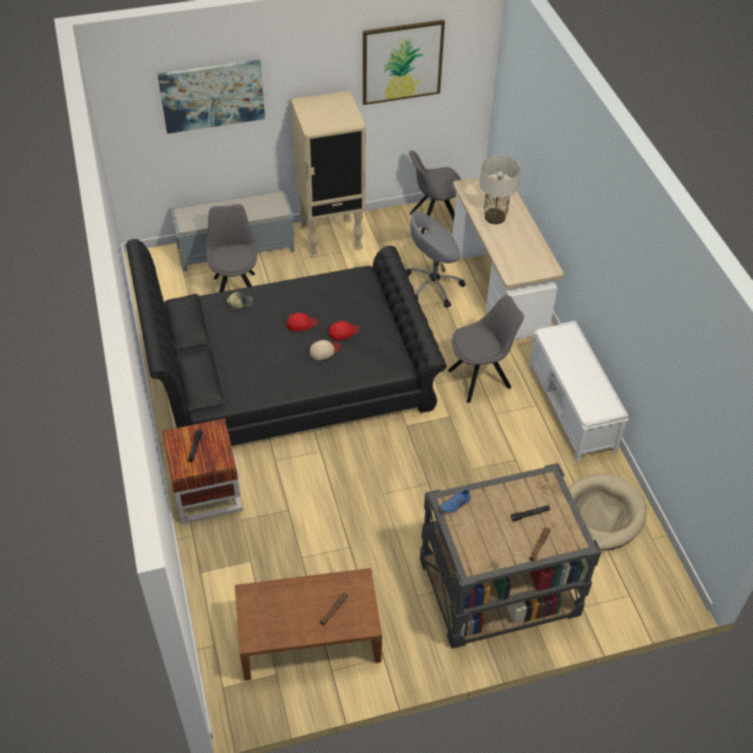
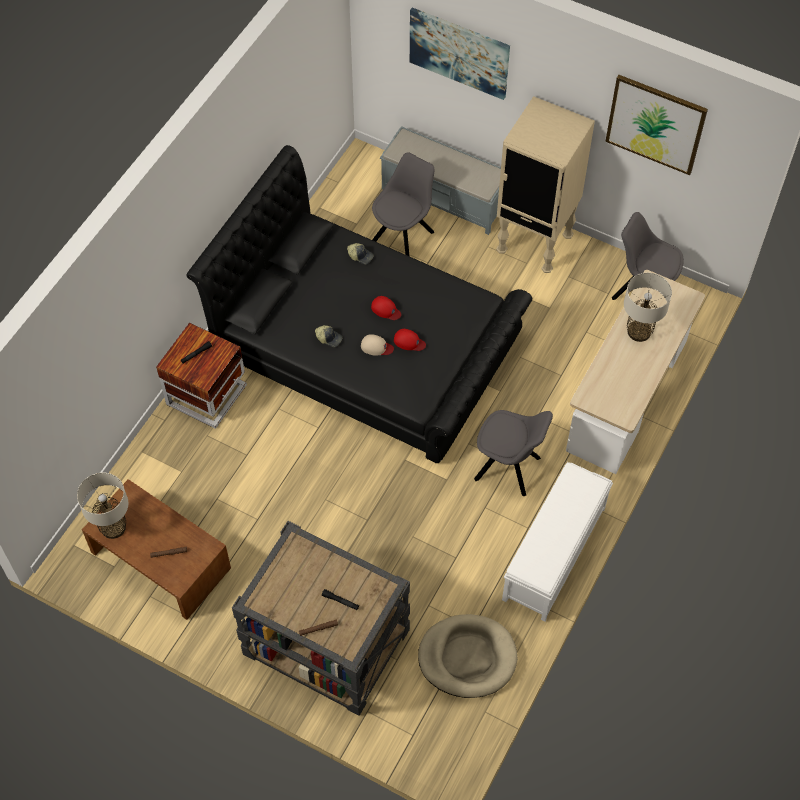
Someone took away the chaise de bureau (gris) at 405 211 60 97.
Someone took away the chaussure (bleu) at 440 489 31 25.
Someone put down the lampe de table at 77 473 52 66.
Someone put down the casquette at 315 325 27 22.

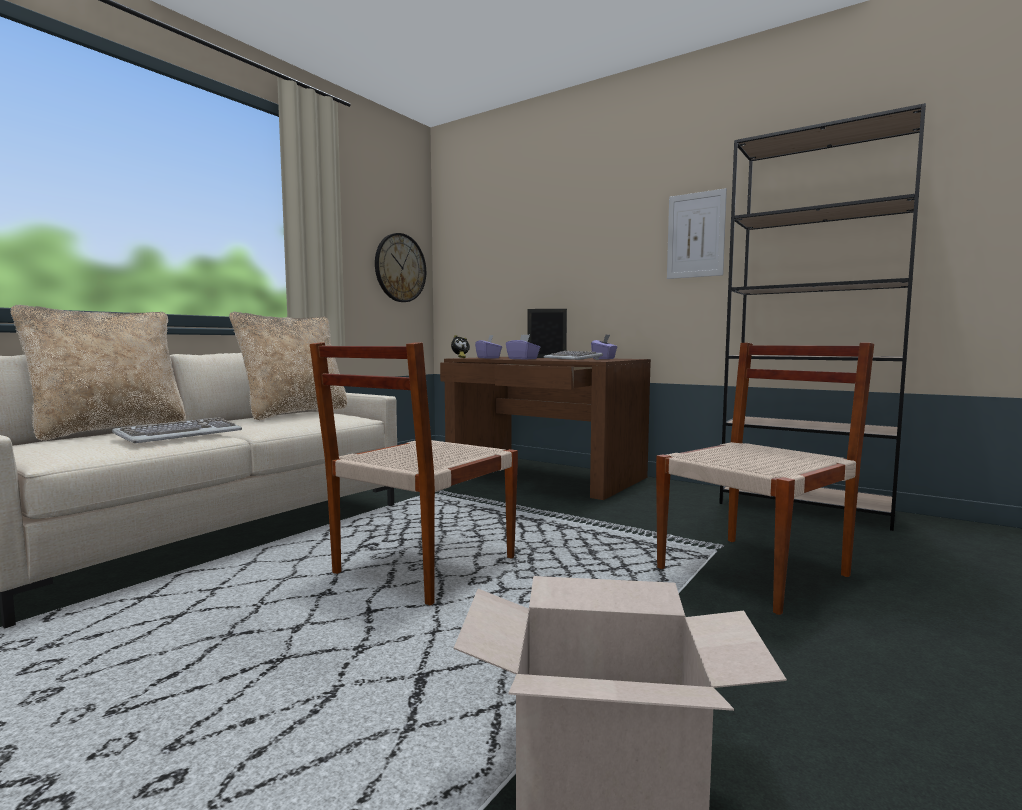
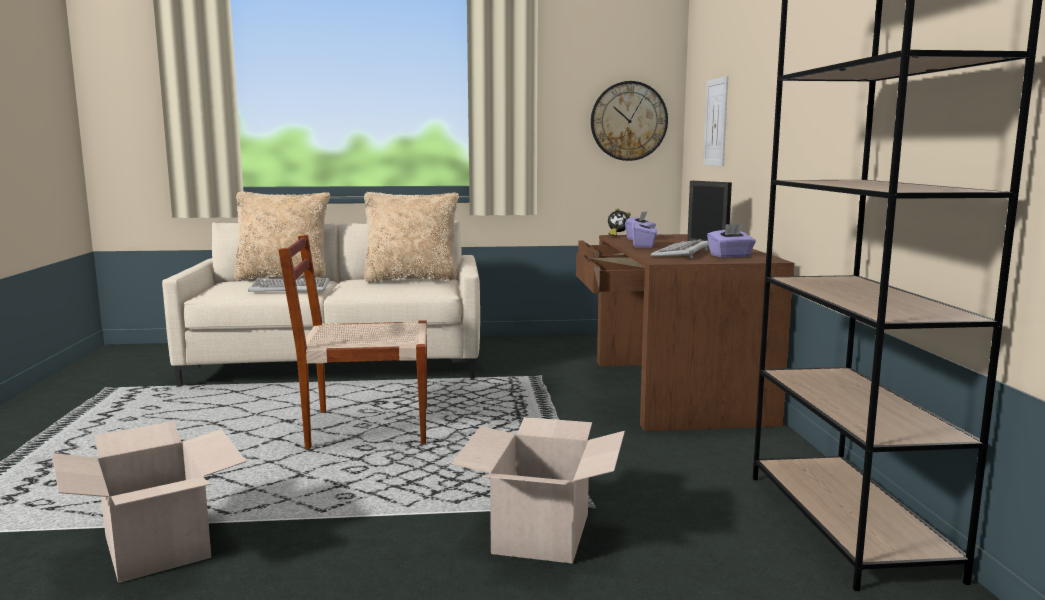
Someone swapped the chaise at 656 343 218 272 for the carton at 451 417 174 147.
Someone carried the tableau from 667 188 60 91 to 703 76 25 91.

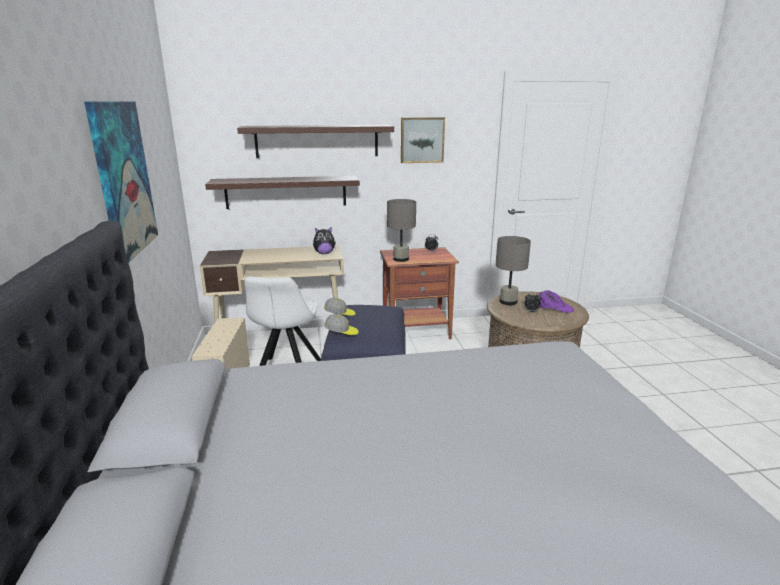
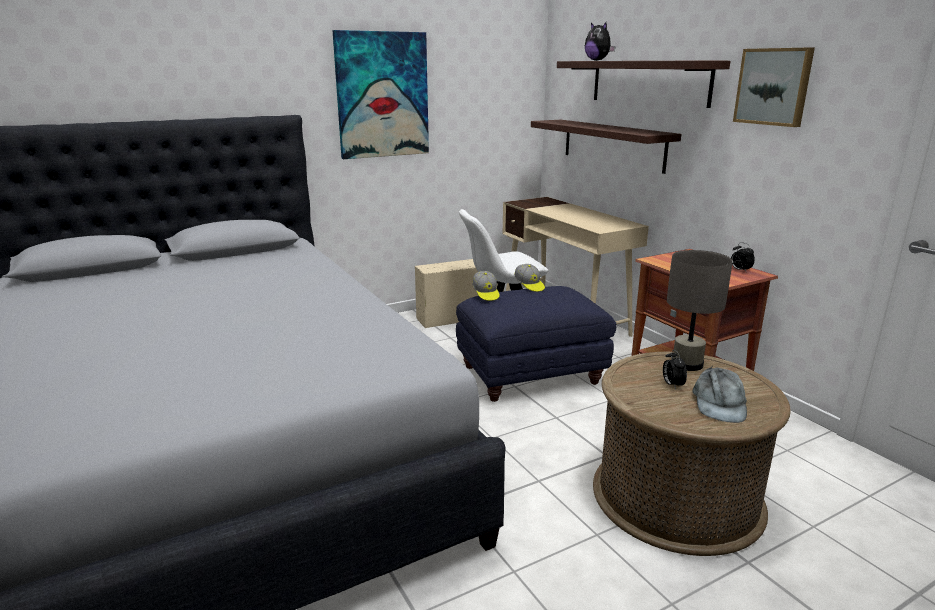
Someone carried the peluche from 313 227 23 27 to 585 22 31 39.
Someone took away the lampe de table (gris) at 387 199 29 63.
Someone repainted the casquette (violet) at 539 290 35 23, which became the casquette (gris) at 692 367 55 56.

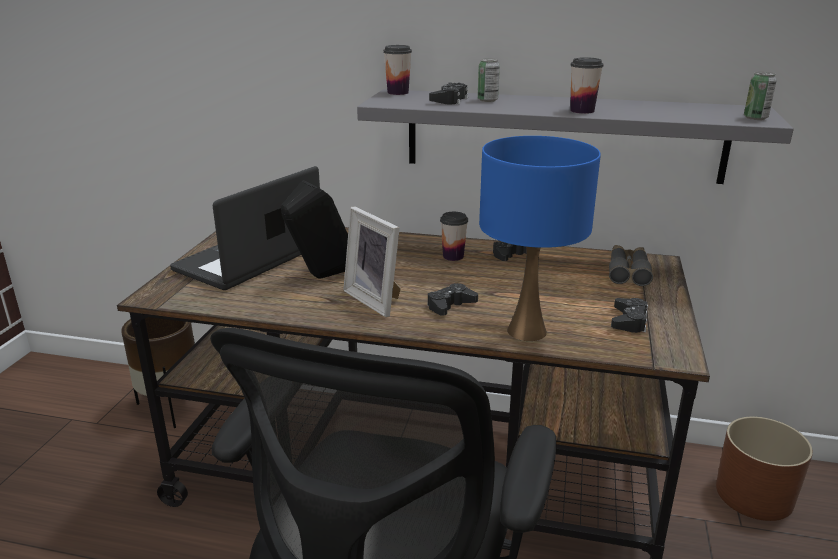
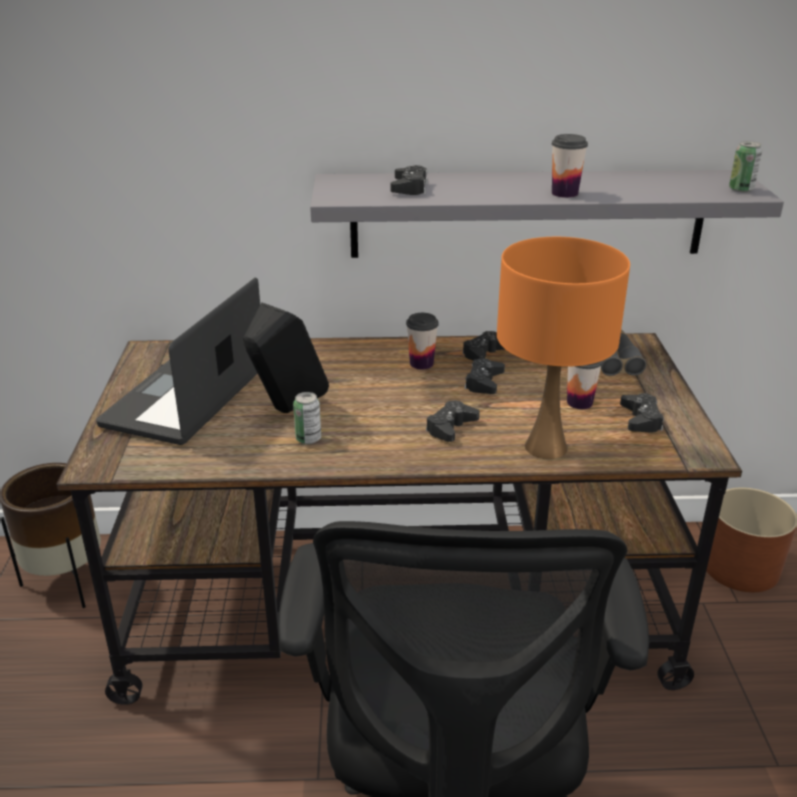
Someone took away the cadre photo at 343 207 58 110.
Someone carried the tasse from 383 45 29 50 to 567 361 36 48.
Someone carried the boîte métallique from 477 58 23 44 to 293 392 28 52.
Someone repainted the lampe de table (bleu) at 479 136 122 205, which became the lampe de table (orange) at 497 237 133 222.
Someone put down the manette (noir) at 464 358 41 36.

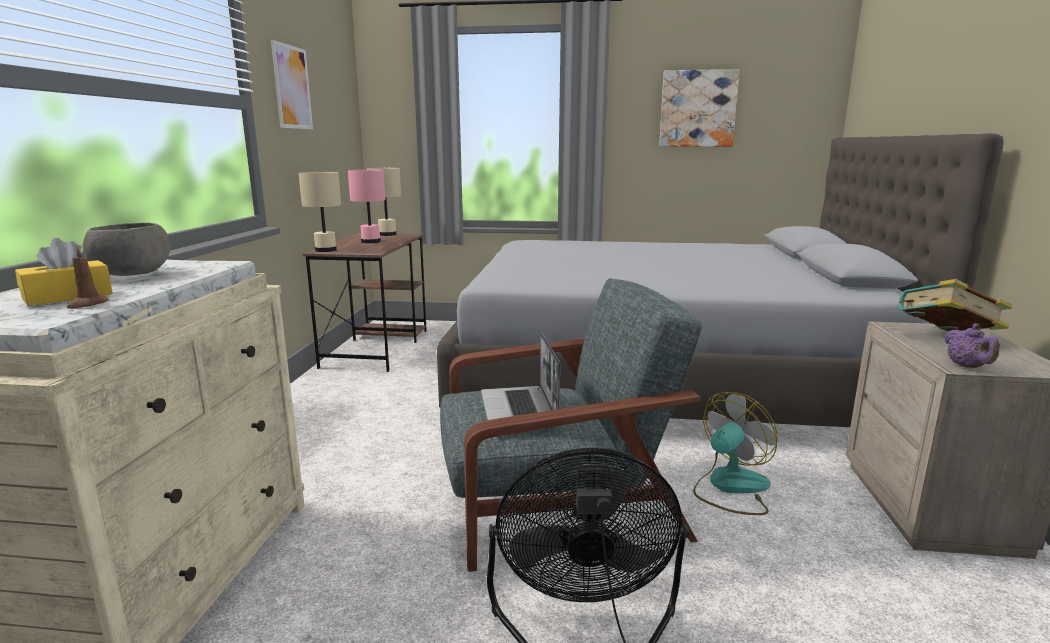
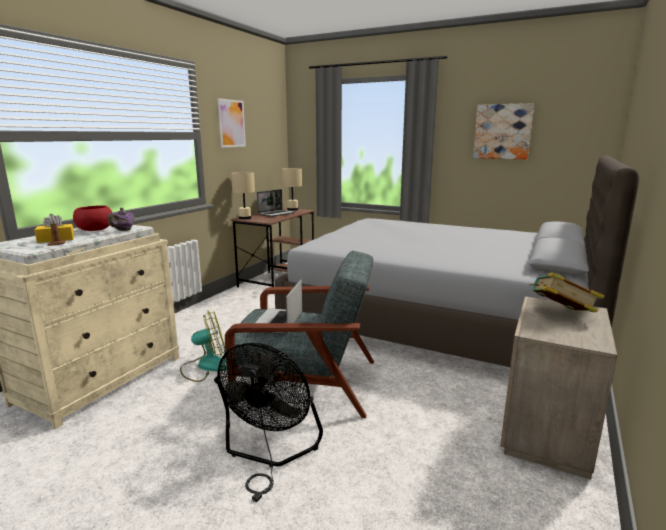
Someone repainted the bol (gris) at 82 222 88 54, which became the bol (rouge) at 73 205 39 26.
Someone swapped the lampe de table (rose) at 348 169 38 74 for the ordinateur portable at 257 189 38 28.
Someone carried the ventilateur from 693 392 84 123 to 180 311 47 71.
Someone carried the théière (violet) from 944 323 56 45 to 108 208 27 23.

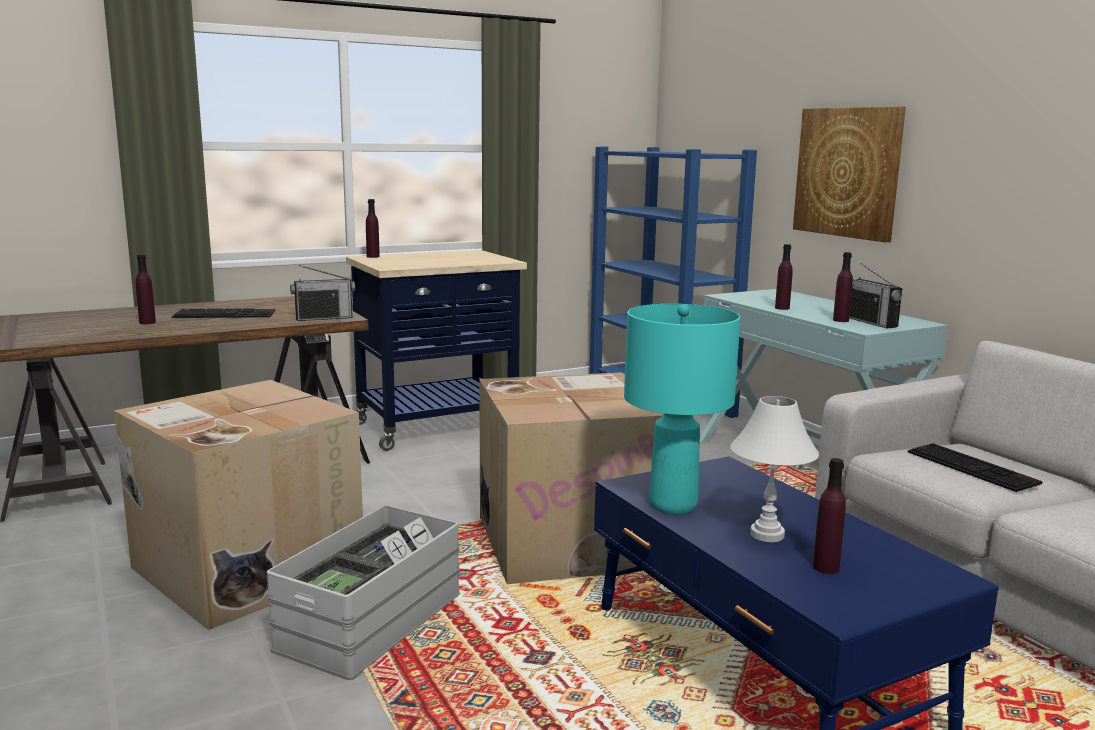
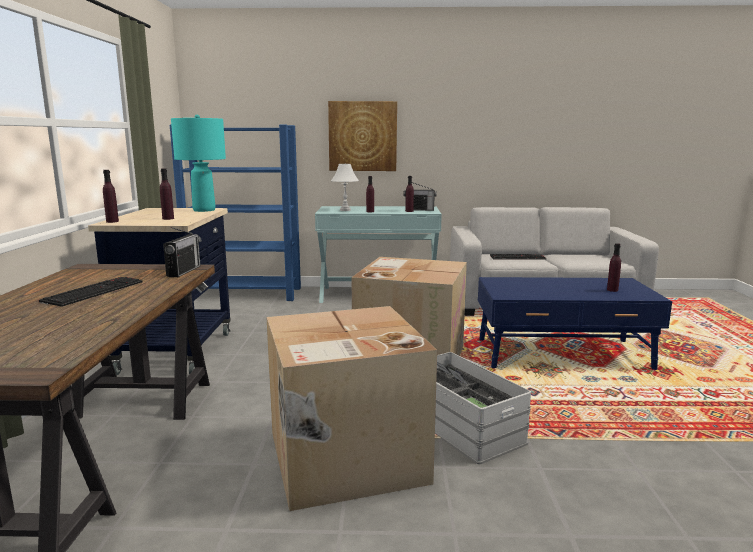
Someone carried the bouteille (violet) from 136 254 20 70 to 160 168 14 52.
Someone carried the lampe de table (turquoise) from 624 304 117 210 to 171 115 55 97.
Someone carried the lampe de table (blanc) from 730 396 89 146 to 331 163 28 48.

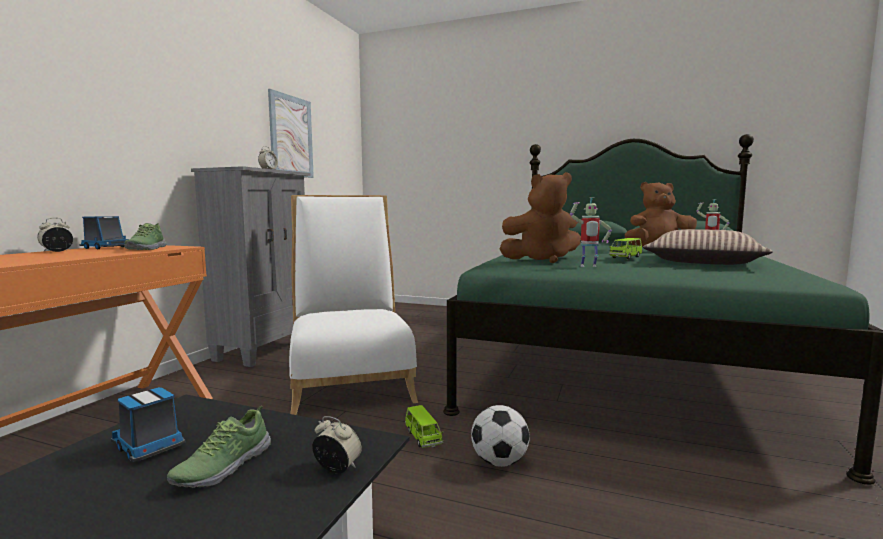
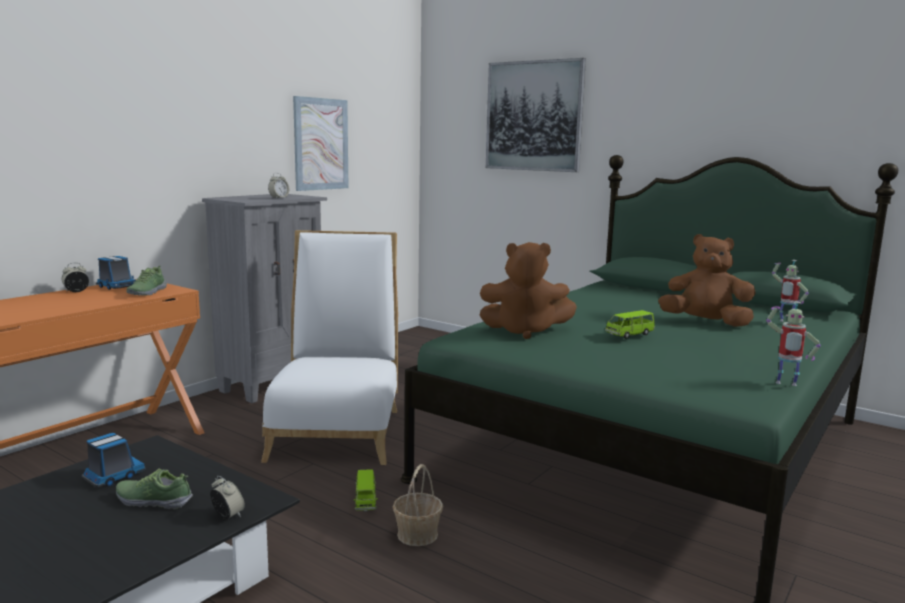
Someone rotated the camion jouet at 111 387 75 75 by 75 degrees clockwise.
Someone rotated the chaussure at 167 406 104 82 by 60 degrees clockwise.
Someone swapped the ballon de foot at 471 405 59 62 for the panier at 393 464 50 82.
Someone carried the robot jouet from 570 197 42 70 to 766 301 55 85.
Someone took away the coussin at 643 229 130 36.
Someone put up the tableau at 486 58 100 114.

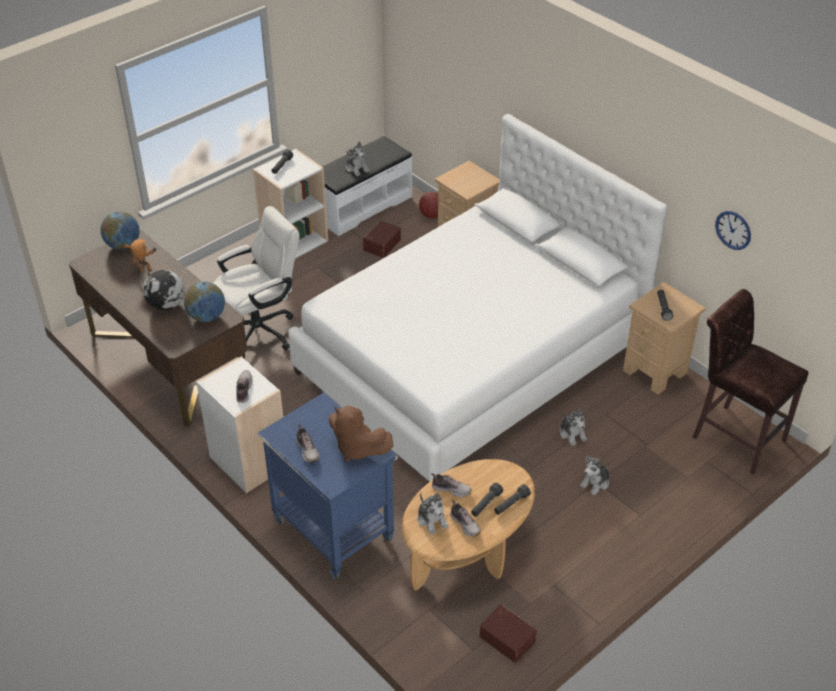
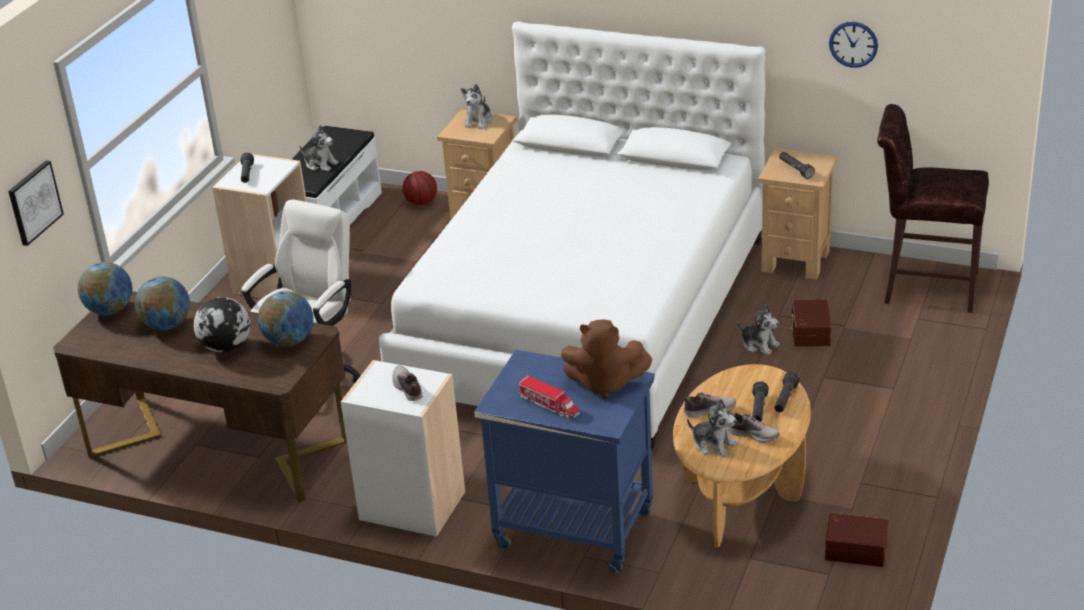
Someone swapped the robot jouet at 124 239 32 33 for the globe at 135 276 55 54.
Someone swapped the chaussure at 296 424 23 38 for the camion jouet at 519 376 61 43.
Someone carried the boîte de rangement (marron) from 363 221 38 37 to 790 300 41 47.
Someone carried the peluche from 580 455 30 40 to 461 84 32 45.
Someone put up the tableau at 8 160 56 86.

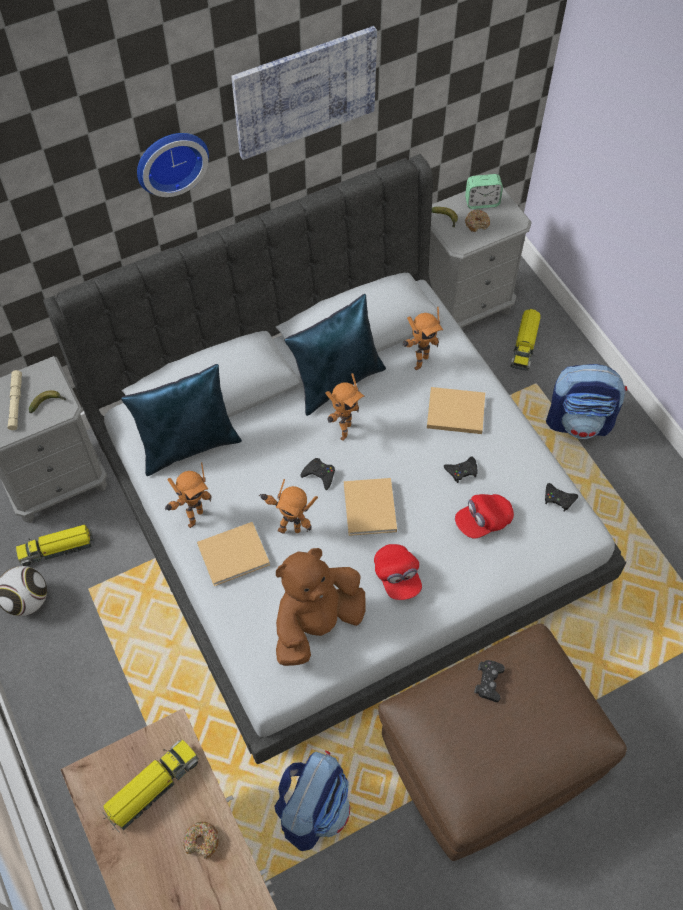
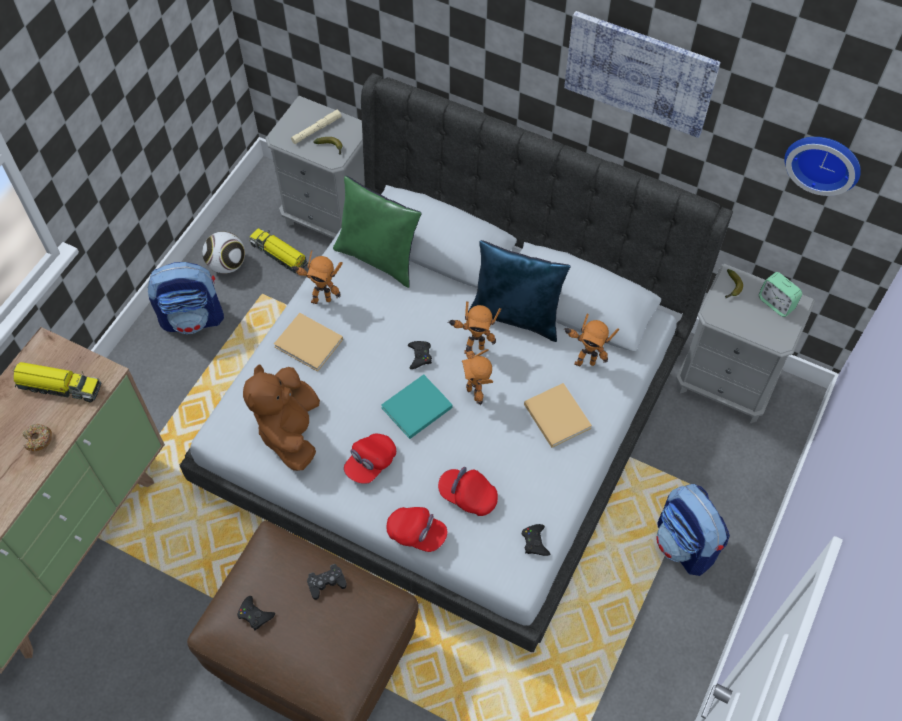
Someone repainted the coussin (bleu) at 121 364 121 112, which became the coussin (vert) at 333 176 89 112.
Someone carried the horloge murale from 137 133 72 64 to 784 137 77 59.
Someone carried the robot jouet from 259 479 59 55 to 462 344 31 61.
Someone carried the sac à dos from 274 751 76 100 to 148 262 76 72.
Someone rotated the peluche (marron) at 276 548 90 118 by 105 degrees counterclockwise.
Someone repainted the livre (beige) at 344 478 53 58, which became the livre (turquoise) at 381 374 72 65.
Someone carried the manette (noir) from 444 456 34 27 to 237 596 38 35.
Someone took away the beignet at 465 209 25 23.
Someone took away the camion jouet at 511 309 30 62.
Someone put down the casquette (rouge) at 387 507 60 45.

